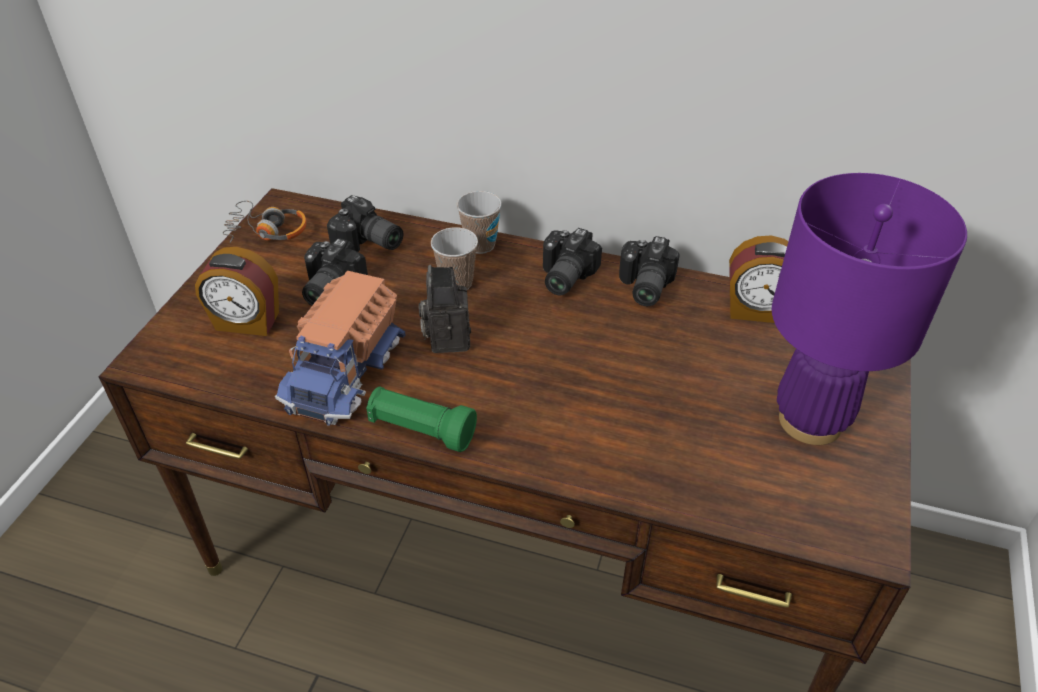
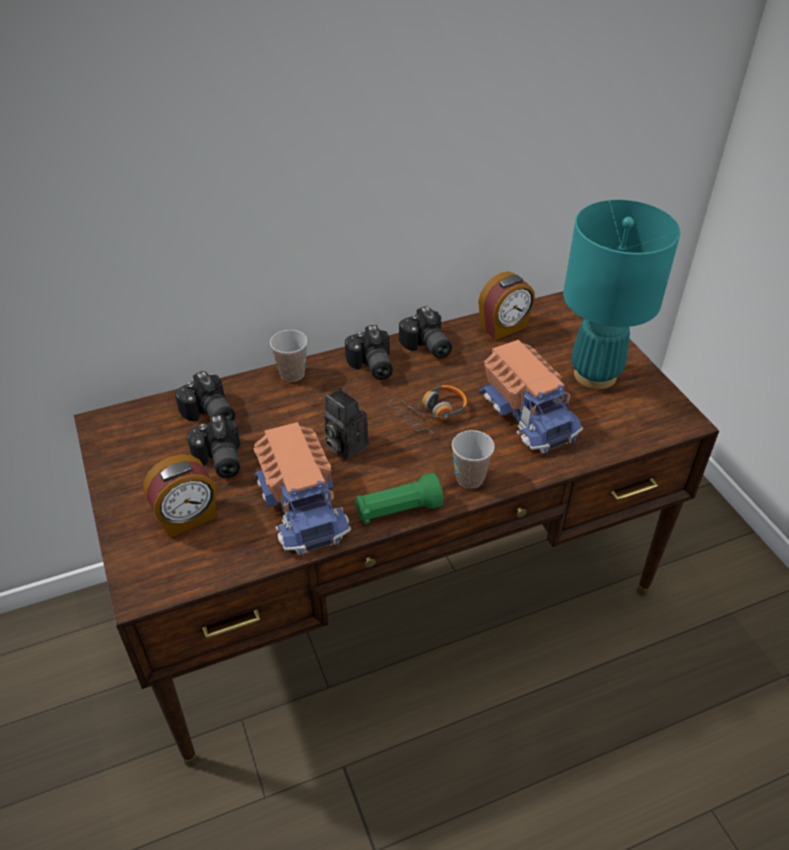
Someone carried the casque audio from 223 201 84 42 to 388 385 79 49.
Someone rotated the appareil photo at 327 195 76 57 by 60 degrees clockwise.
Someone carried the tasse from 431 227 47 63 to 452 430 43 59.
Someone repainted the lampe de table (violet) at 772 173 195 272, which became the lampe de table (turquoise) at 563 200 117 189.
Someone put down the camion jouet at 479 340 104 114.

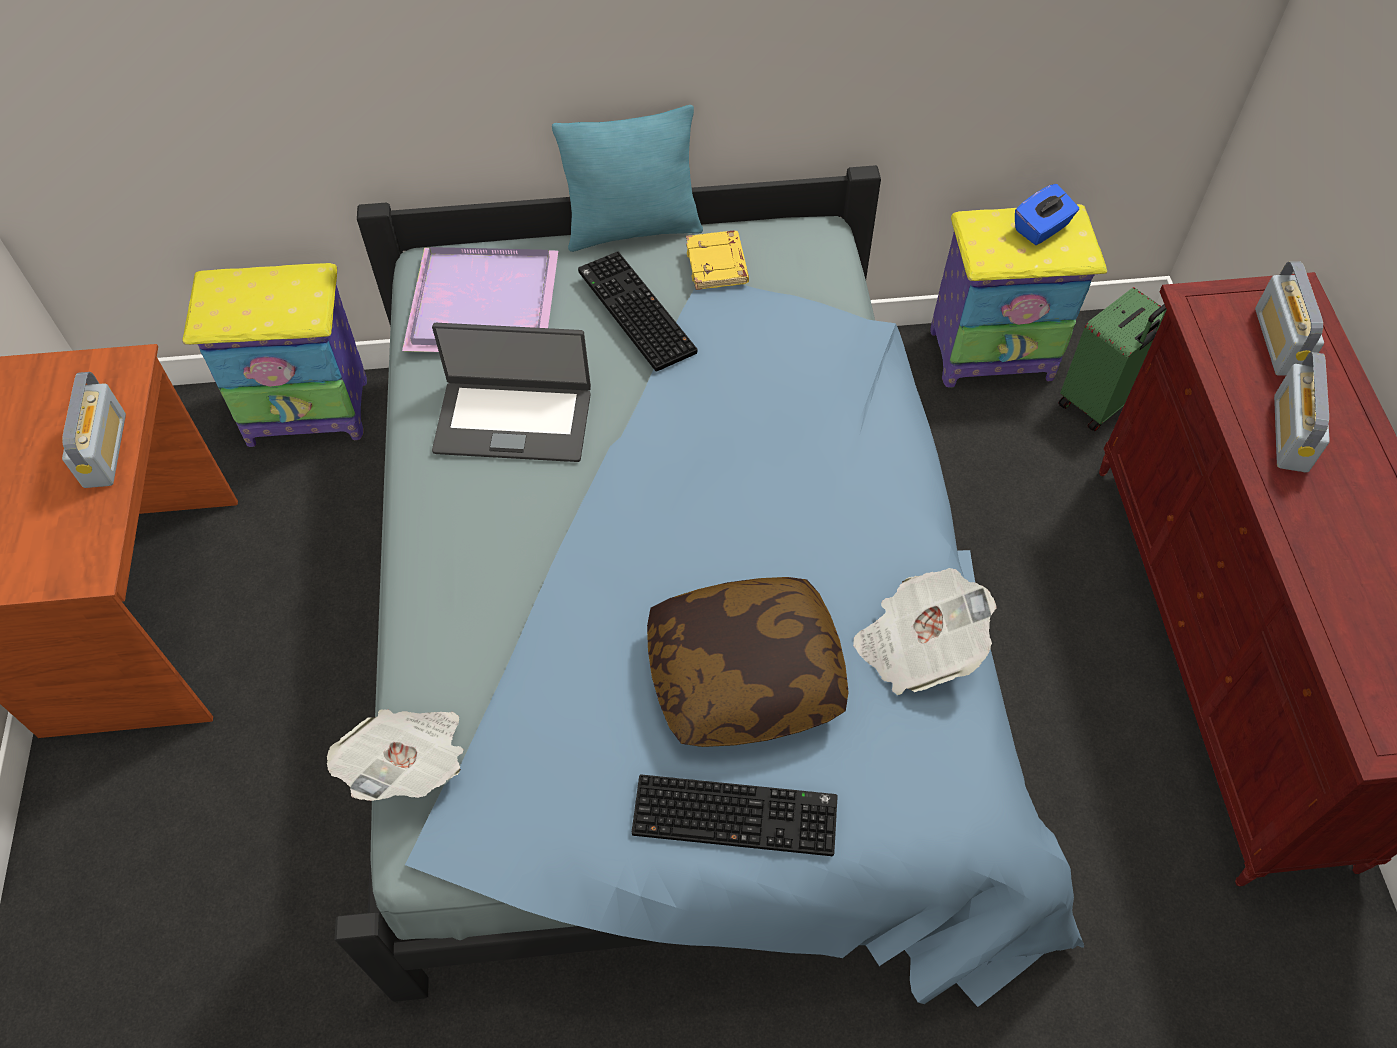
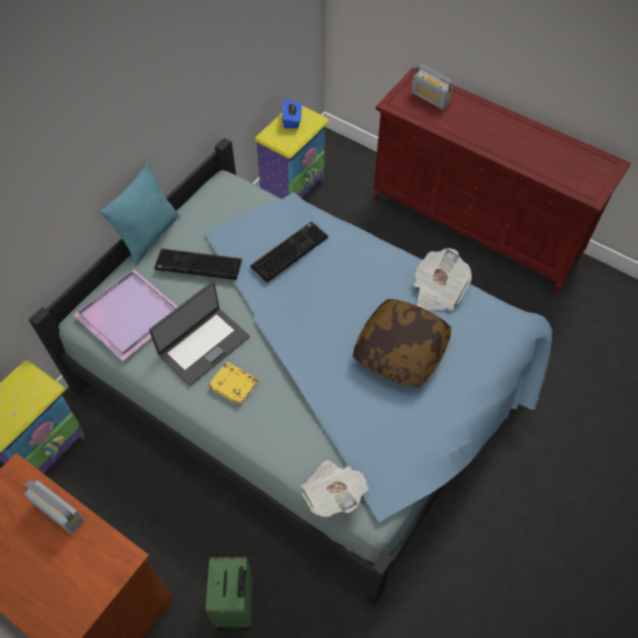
Someone carried the clavier from 632 775 206 81 to 251 222 77 60.
Someone carried the livre (jaune) from 686 231 63 59 to 208 362 50 44.
Someone carried the valise (vert) from 1058 287 109 144 to 206 557 46 73.
Someone took away the radio at 1274 352 56 120.

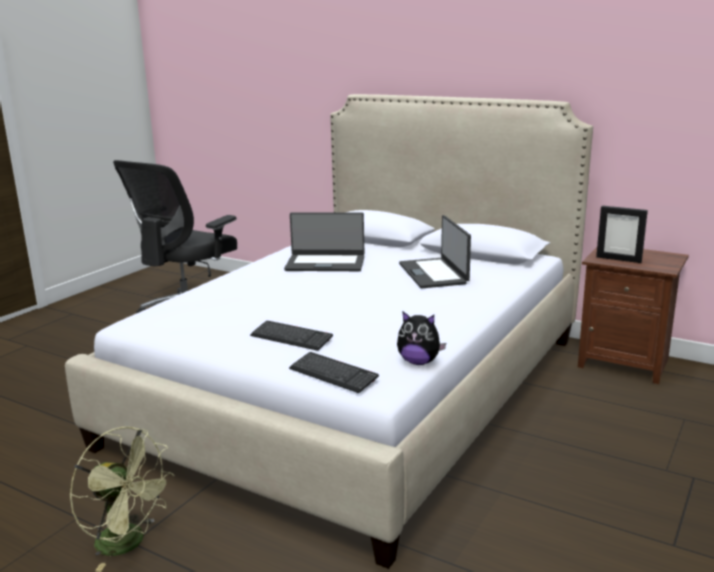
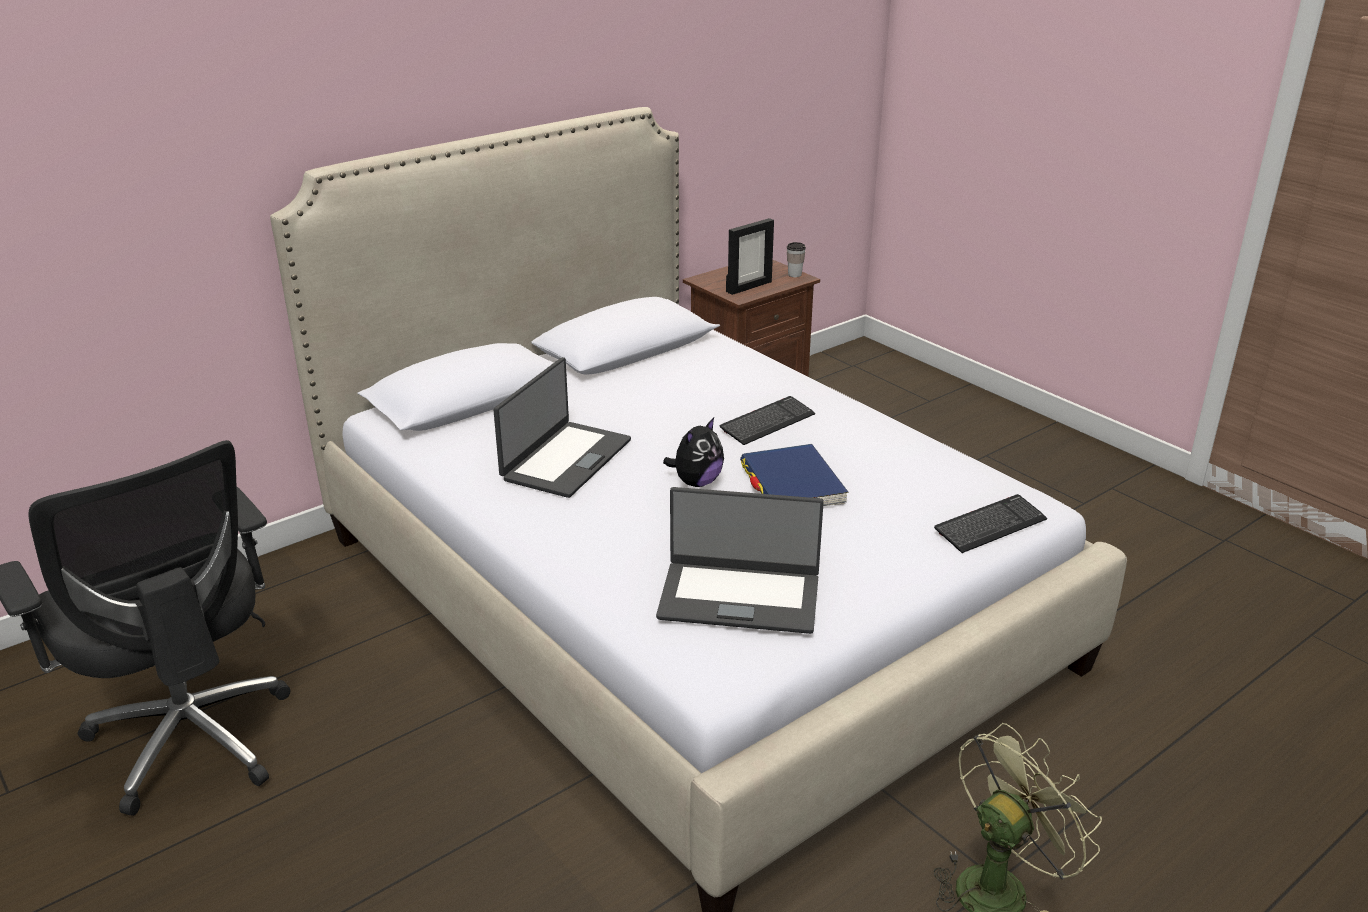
Someone carried the clavier from 250 321 83 30 to 720 396 95 49.
Someone carried the peluche from 397 311 49 54 to 663 418 61 69.
Someone carried the ordinateur portable from 399 215 72 73 to 656 487 168 147.
Someone put down the livre (bleu) at 740 444 109 62.
Someone put down the tasse at 787 242 19 35.

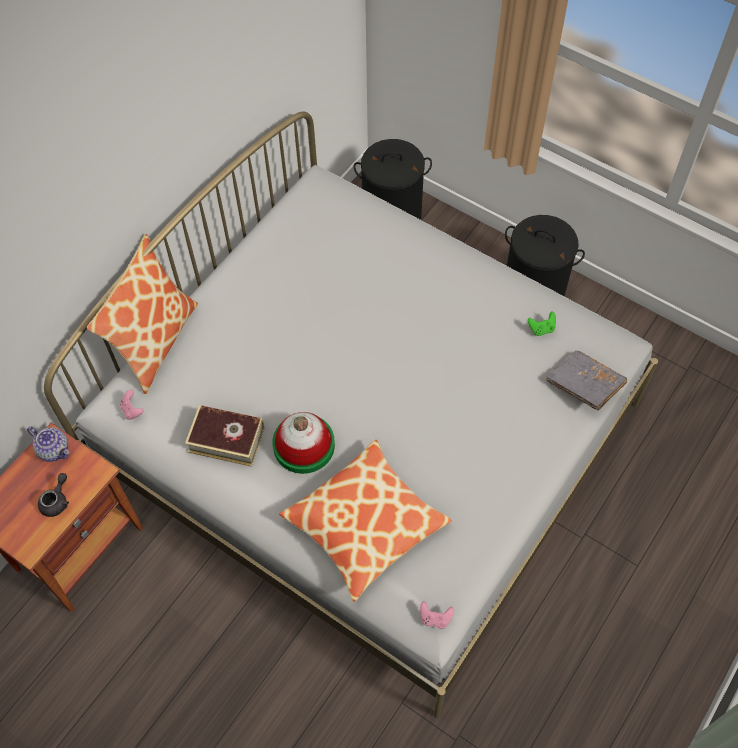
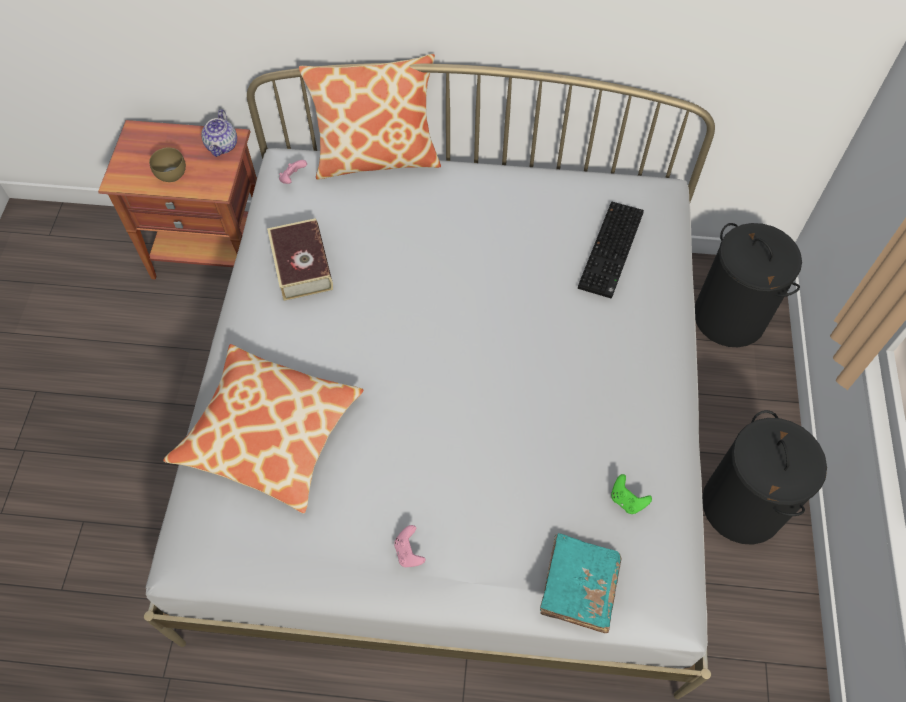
Someone swapped the théière (gris) at 38 473 31 44 for the bol (marron) at 149 147 37 35.
Someone took away the chapeau at 272 412 63 62.
Someone carried the manette (rose) from 420 601 34 28 to 394 525 32 42.
Someone repainted the livre (gris) at 546 351 81 60, which became the livre (turquoise) at 540 533 81 100.
Someone put down the clavier at 578 202 66 96.

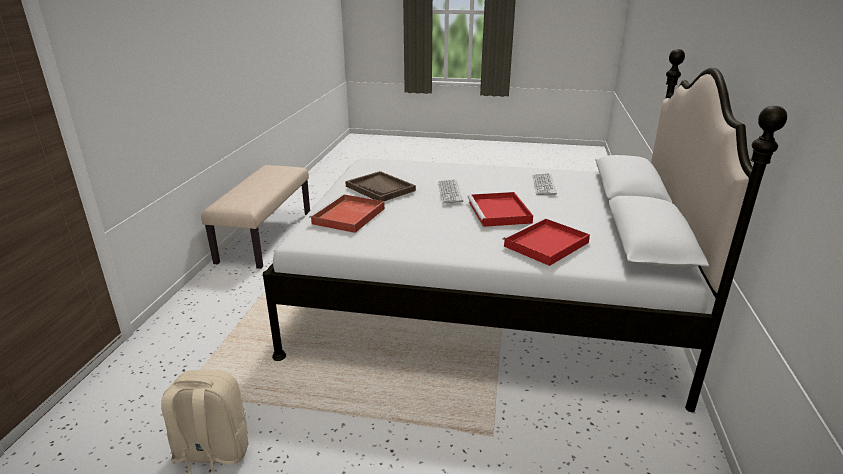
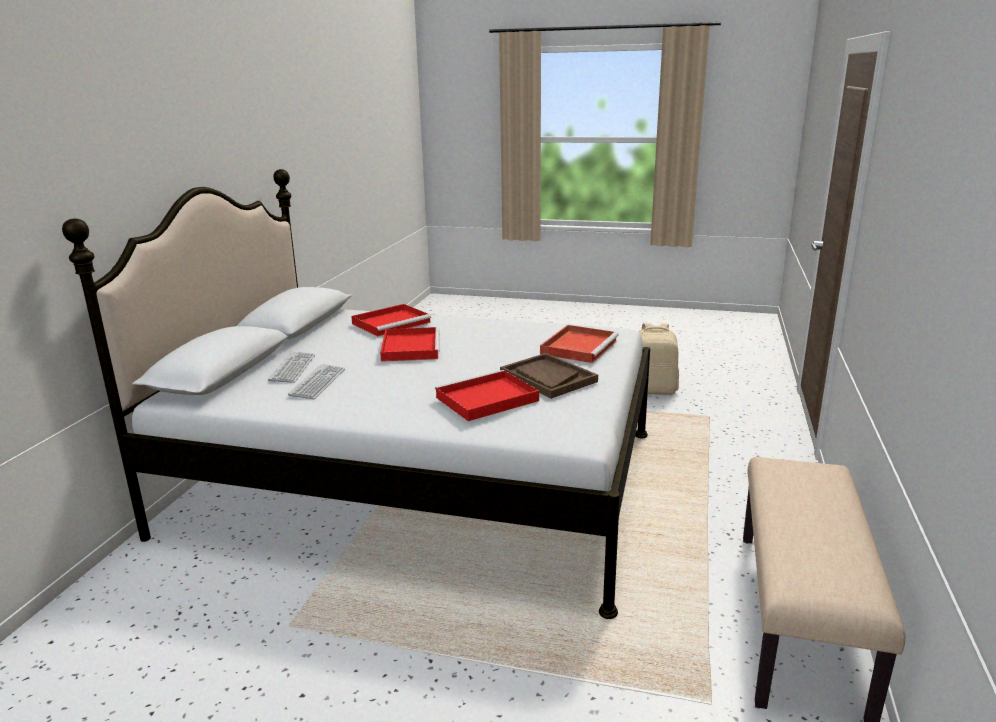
Someone carried the clavier from 438 179 25 24 to 268 352 47 31.
Someone put down the plateau (rouge) at 435 370 104 51.

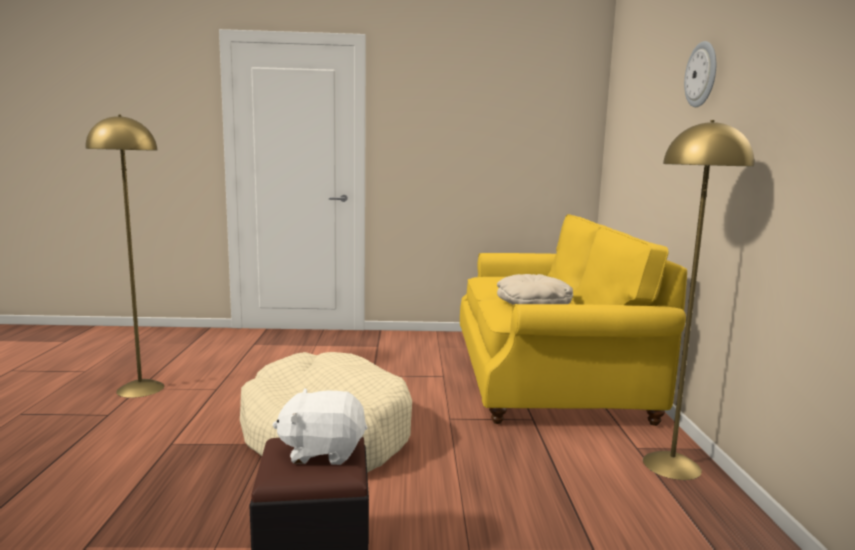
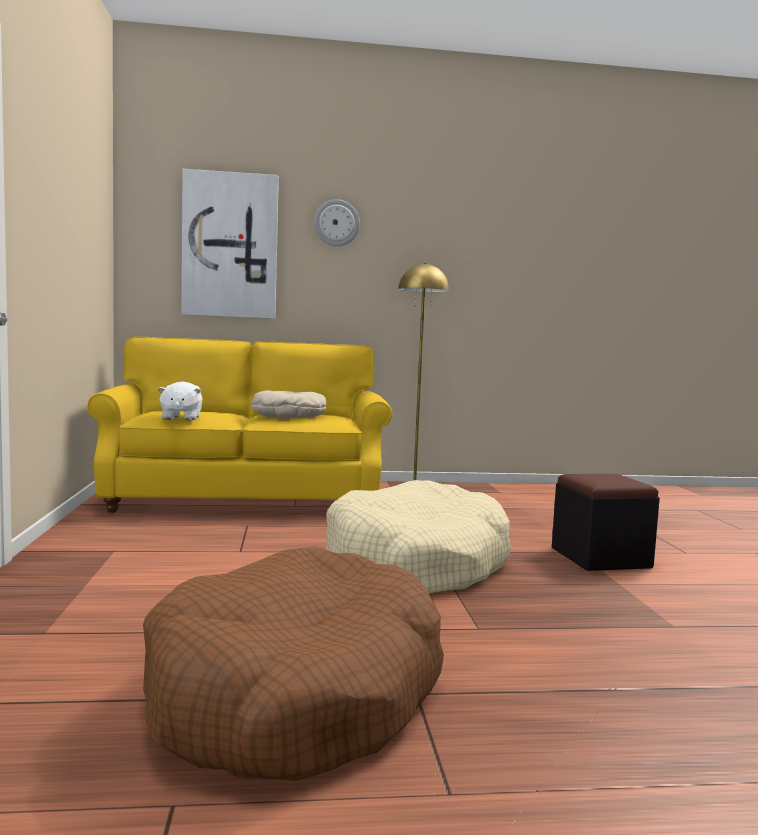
Someone swapped the lampadaire (jaune) at 86 115 78 283 for the panier pour chien (marron) at 143 546 301 235.
Someone carried the peluche (blanc) from 273 388 95 77 to 157 381 45 40.
Someone put up the tableau at 181 169 98 150.

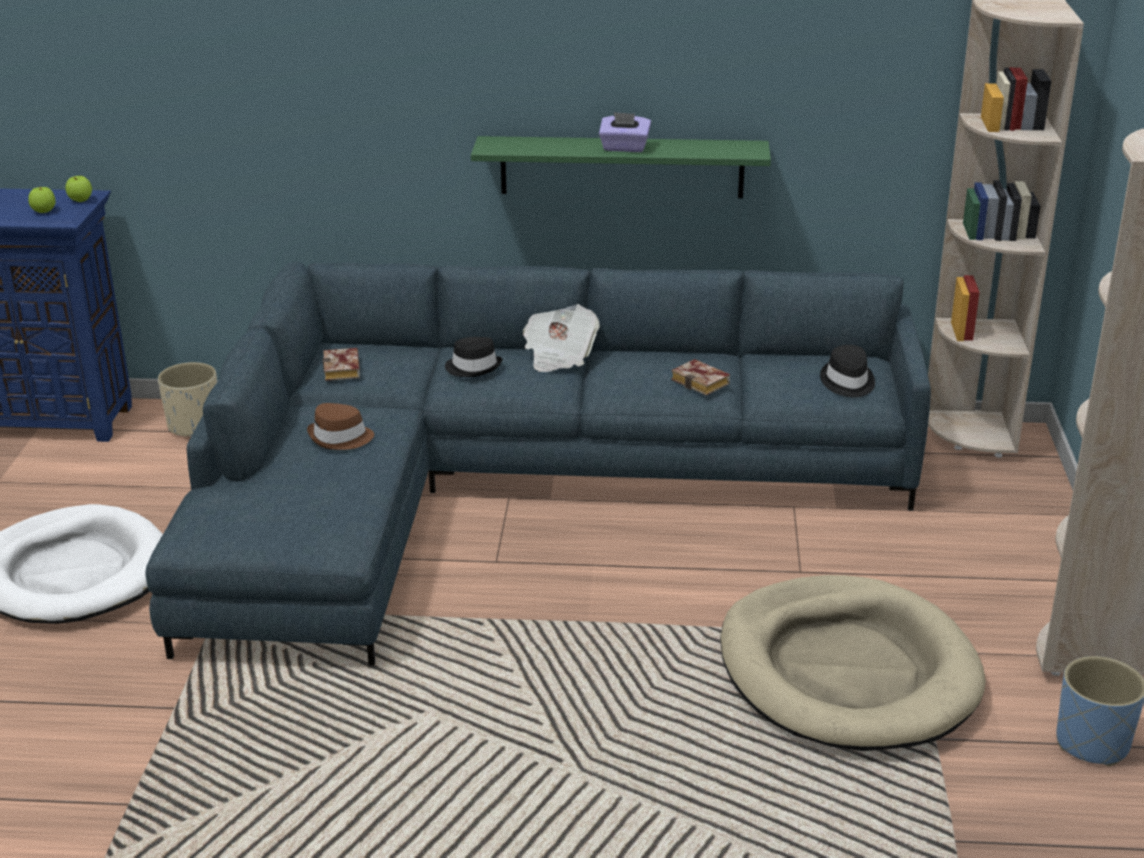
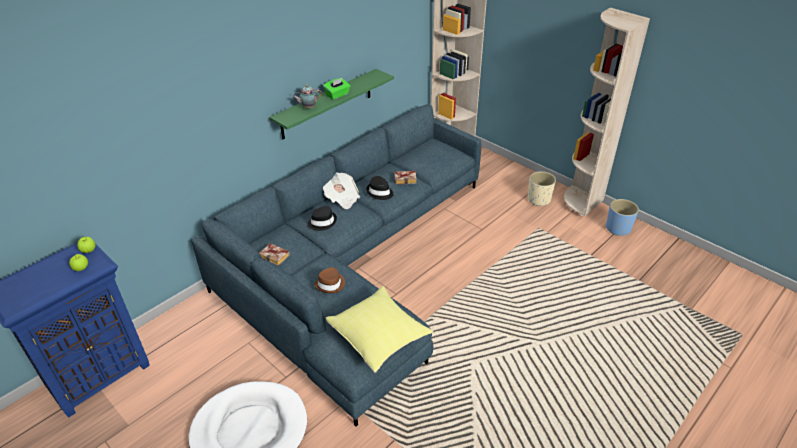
Someone carried the cache-pot (beige) from 158 362 59 75 to 528 171 28 35.
Someone repainted the boîte à mouchoirs (violet) at 599 112 52 40, which became the boîte à mouchoirs (vert) at 323 78 27 22.
Someone took away the panier pour chien (beige) at 720 575 266 176.
Someone carried the chapeau (noir) from 820 345 55 52 to 367 176 26 24.
Someone put down the théière at 292 84 30 25.
Someone put down the coussin (jaune) at 326 286 107 87.

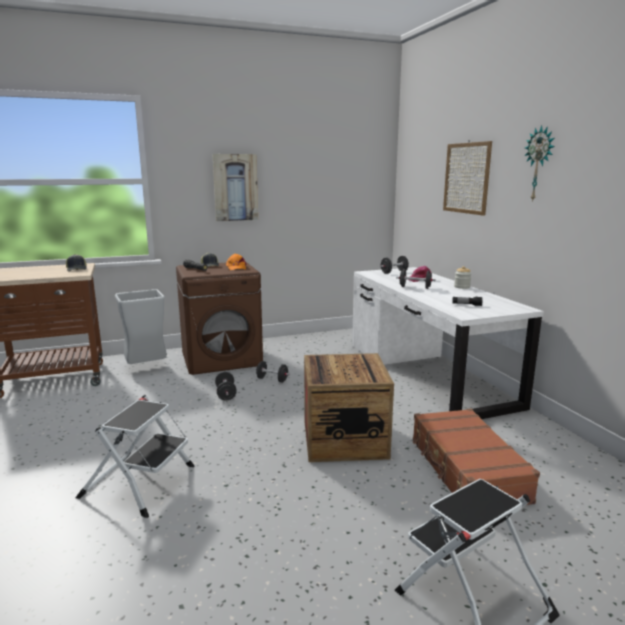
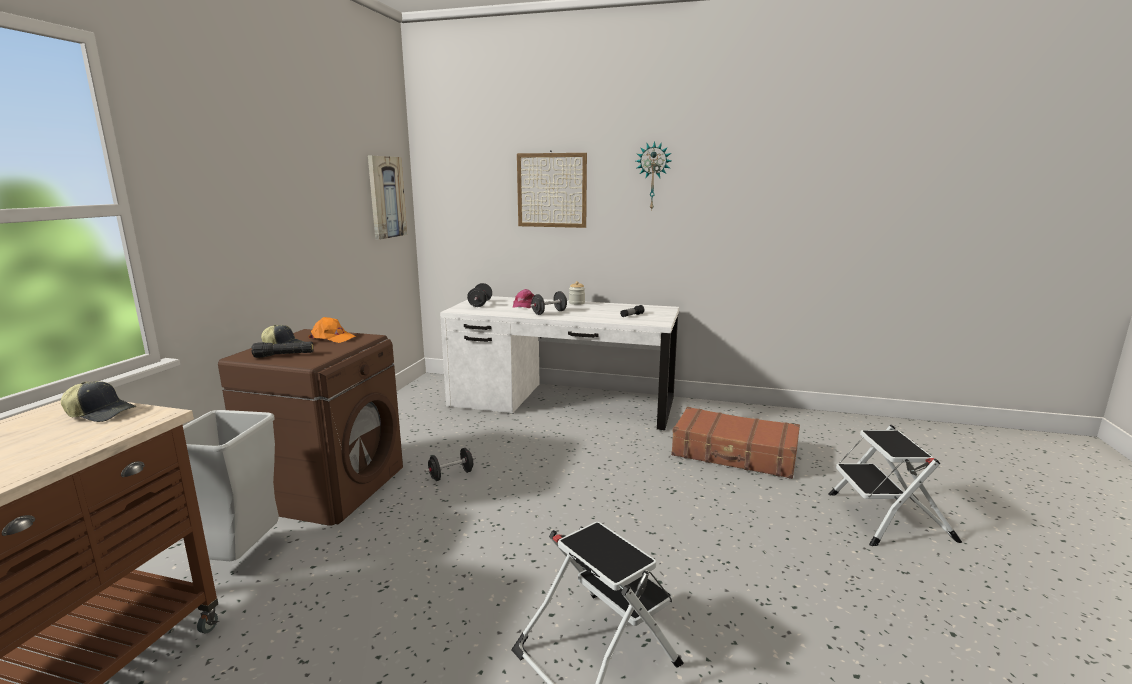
Someone carried the tableau from 212 154 46 67 to 368 156 39 84.
Someone took away the haltère (noir) at 215 372 22 28.
Someone took away the caisse at 304 353 90 109.

